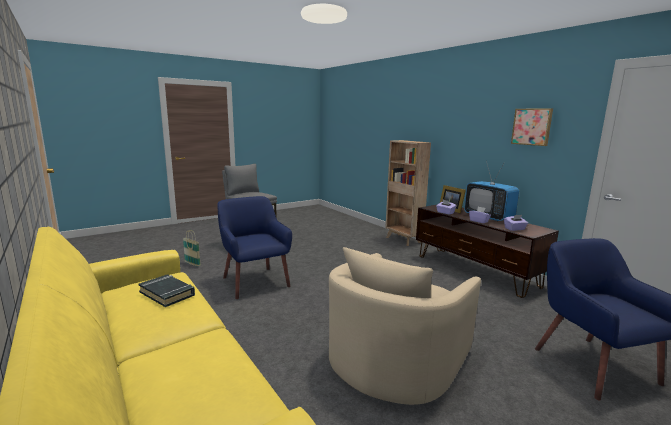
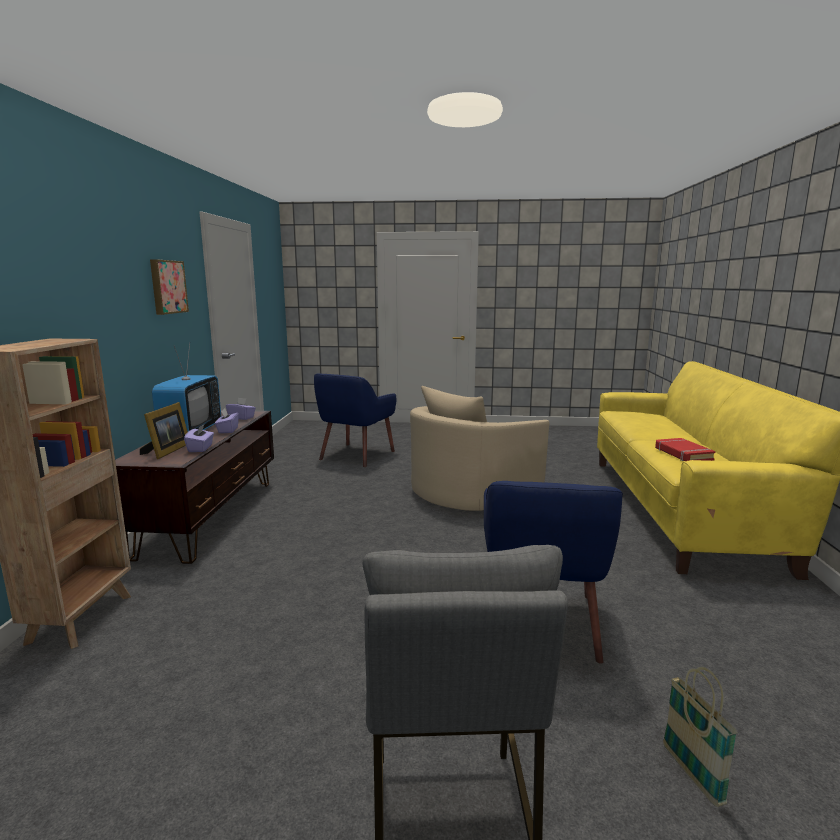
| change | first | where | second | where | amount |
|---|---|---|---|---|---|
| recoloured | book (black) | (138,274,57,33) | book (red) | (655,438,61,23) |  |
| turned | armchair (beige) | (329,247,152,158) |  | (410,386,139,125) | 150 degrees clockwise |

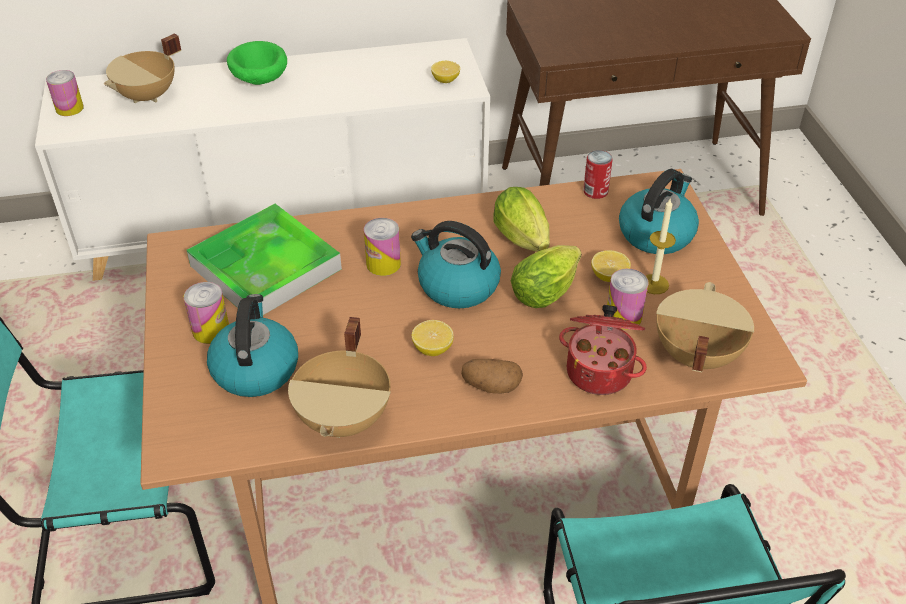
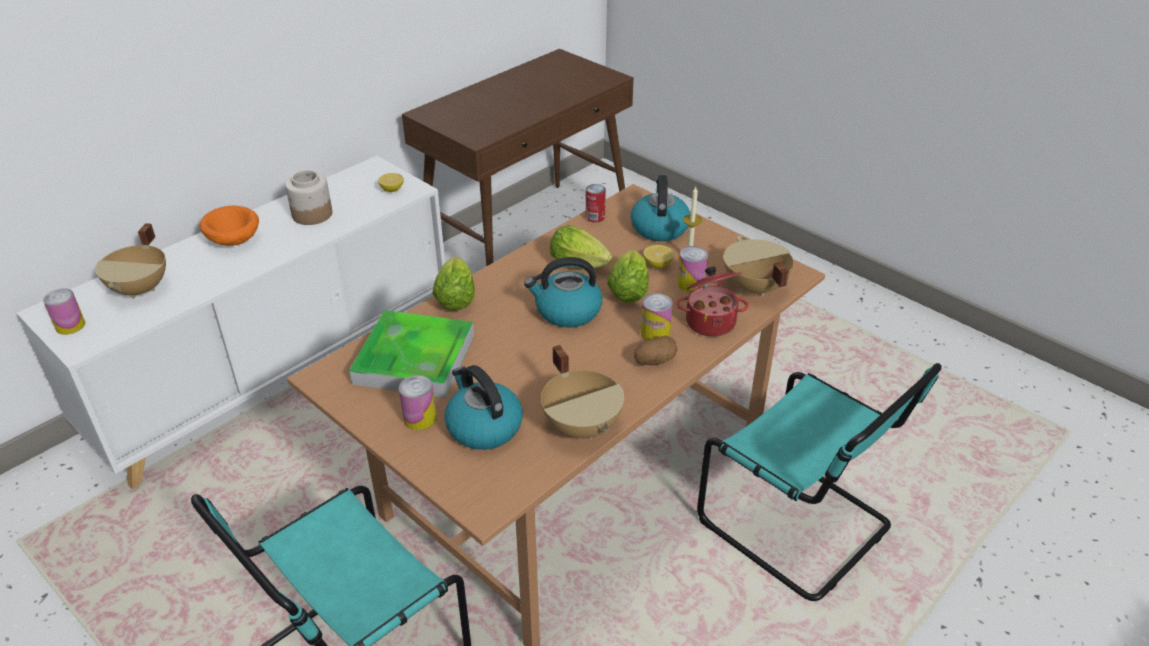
| change | first | where | second | where | amount |
|---|---|---|---|---|---|
| removed | lemon | (412,320,42,36) |  |  |  |
| added |  |  | jar | (285,170,47,55) |  |
| added |  |  | lettuce | (432,257,43,54) |  |
| moved | can | (364,218,37,58) |  | (641,293,32,48) |  |
| recoloured | bowl (green) | (227,41,60,44) | bowl (orange) | (200,206,59,40) |  |

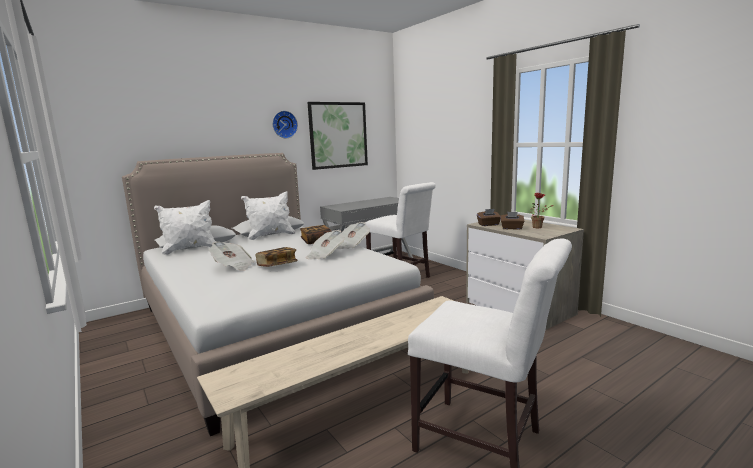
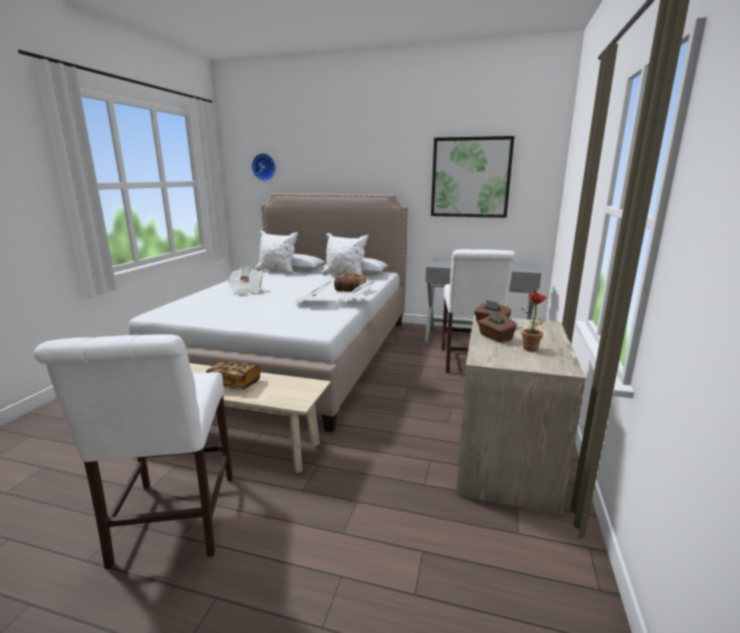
| change | first | where | second | where | amount |
|---|---|---|---|---|---|
| moved | book | (256,247,41,20) |  | (206,361,55,29) |  |
| moved | wall clock | (272,111,26,28) |  | (252,153,24,28) |  |

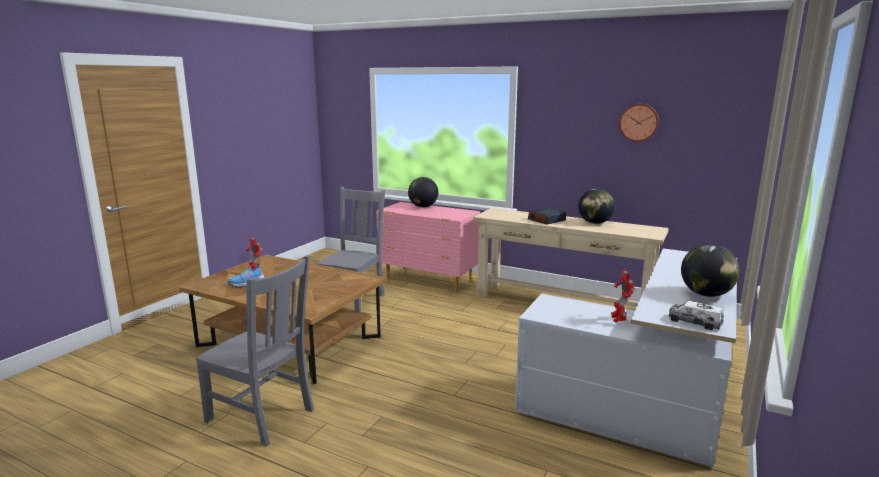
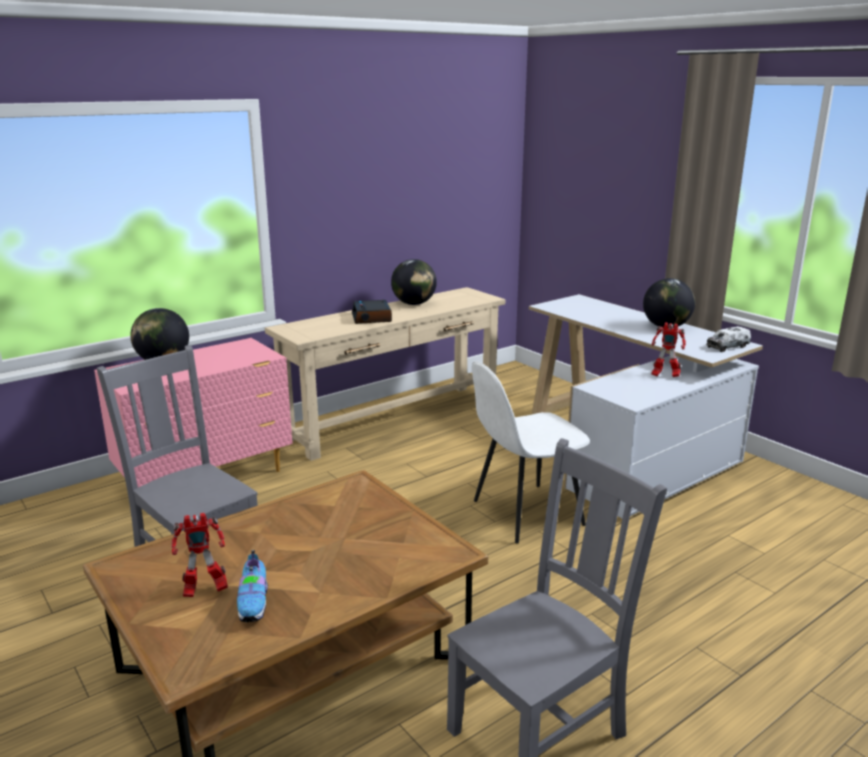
| change | first | where | second | where | amount |
|---|---|---|---|---|---|
| removed | wall clock | (619,104,40,38) |  |  |  |
| added |  |  | chair (white) | (472,361,118,182) |  |

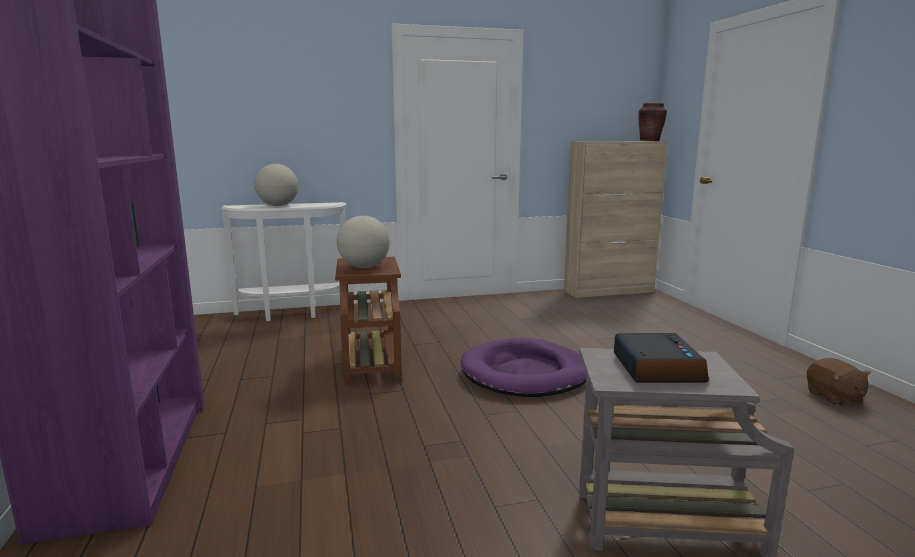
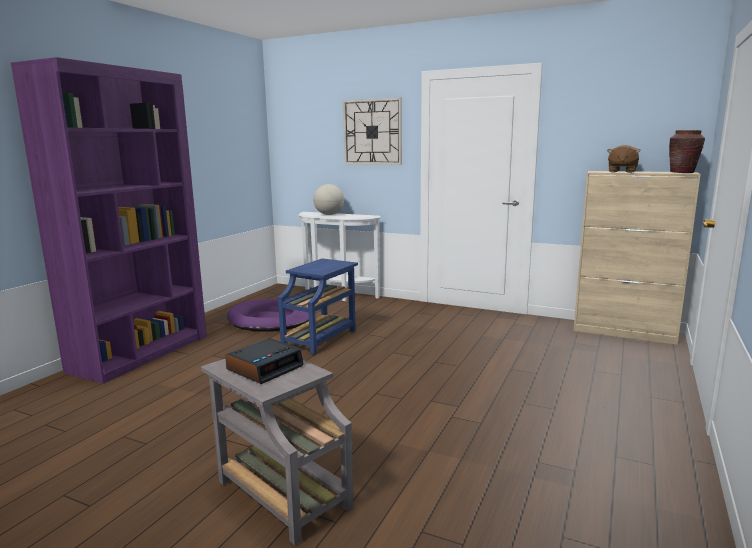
| change | first | where | second | where | amount |
|---|---|---|---|---|---|
| removed | globe | (337,216,53,52) |  |  |  |
| added |  |  | wall clock | (343,97,59,68) |  |
| moved | dog bed (purple) | (461,338,125,59) |  | (227,299,82,33) |  |
| moved | plush toy (brown) | (807,358,64,48) |  | (607,145,34,28) |  |
| recoloured | side table (brown) | (335,257,67,128) | side table (blue) | (278,258,80,97) |  |

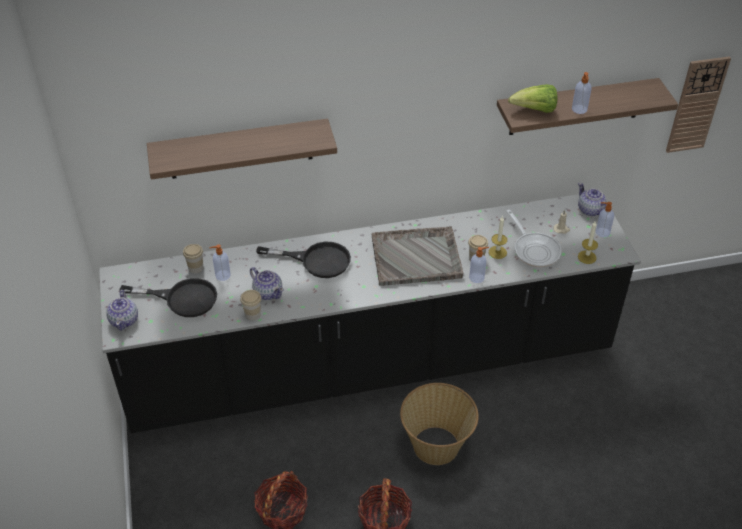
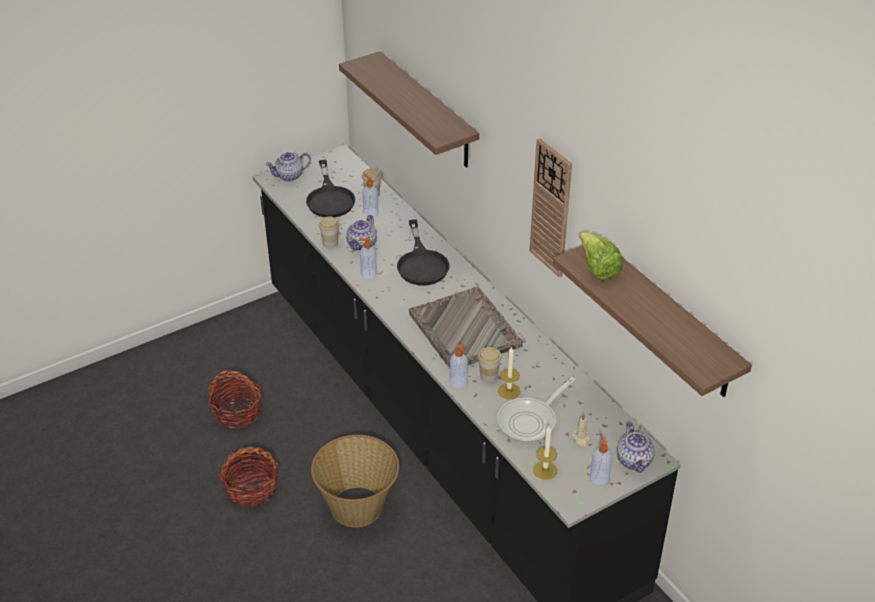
| change | first | where | second | where | amount |
|---|---|---|---|---|---|
| moved | soap dispenser | (572,72,20,42) |  | (358,237,19,42) |  |
| moved | wall clock | (666,56,65,97) |  | (530,138,42,139) |  |
| turned | teapot | (578,183,29,33) |  | (617,423,38,50) | 135 degrees clockwise |

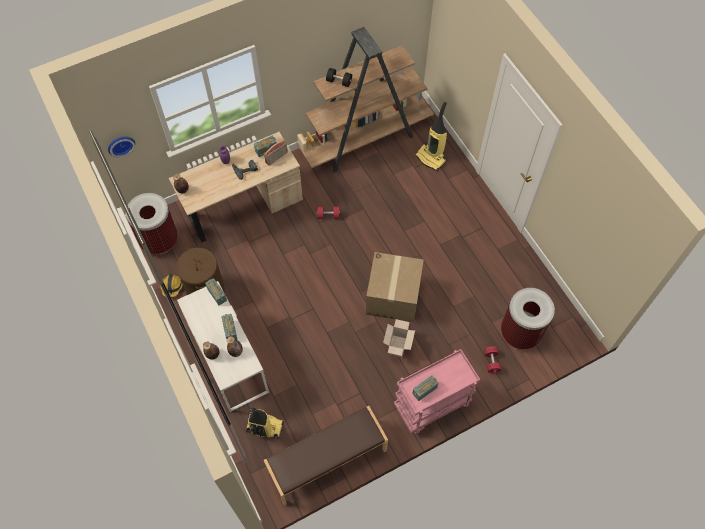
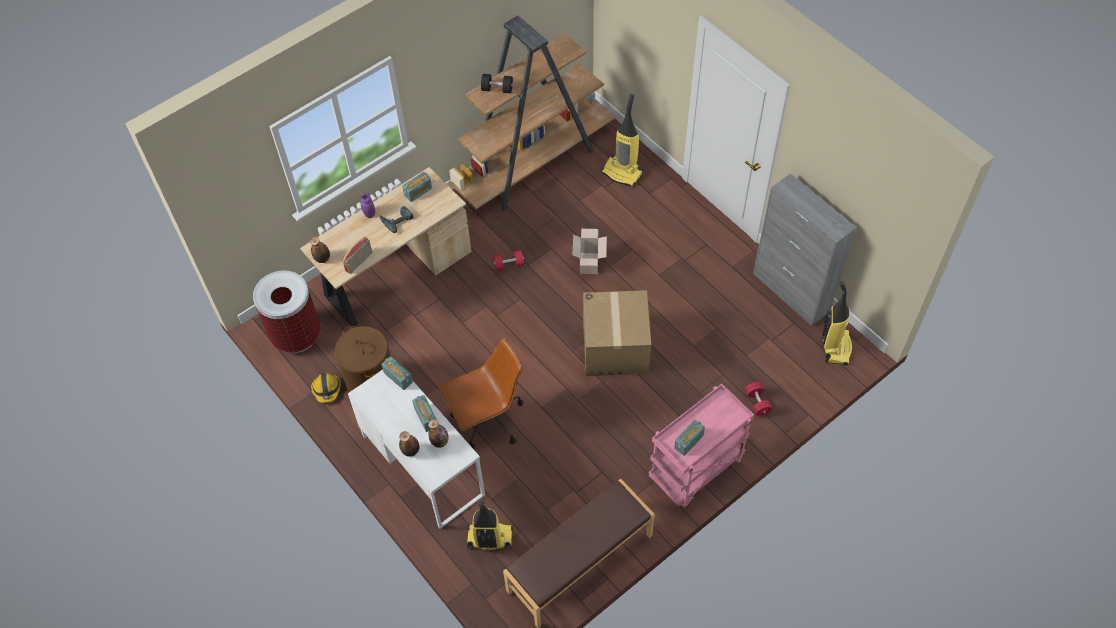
| change | first | where | second | where | amount |
|---|---|---|---|---|---|
| removed | wall clock | (108,137,27,20) |  |  |  |
| removed | trash can | (501,288,54,62) |  |  |  |
| added |  |  | office chair (brown) | (439,338,84,111) |  |
| added |  |  | cabinet (grey) | (753,173,103,153) |  |
| added |  |  | vacuum cleaner | (822,282,31,84) |  |
| moved | radio | (264,140,24,26) |  | (342,237,30,37) |  |
| moved | cardboard box | (383,319,32,38) |  | (572,229,35,45) |  |

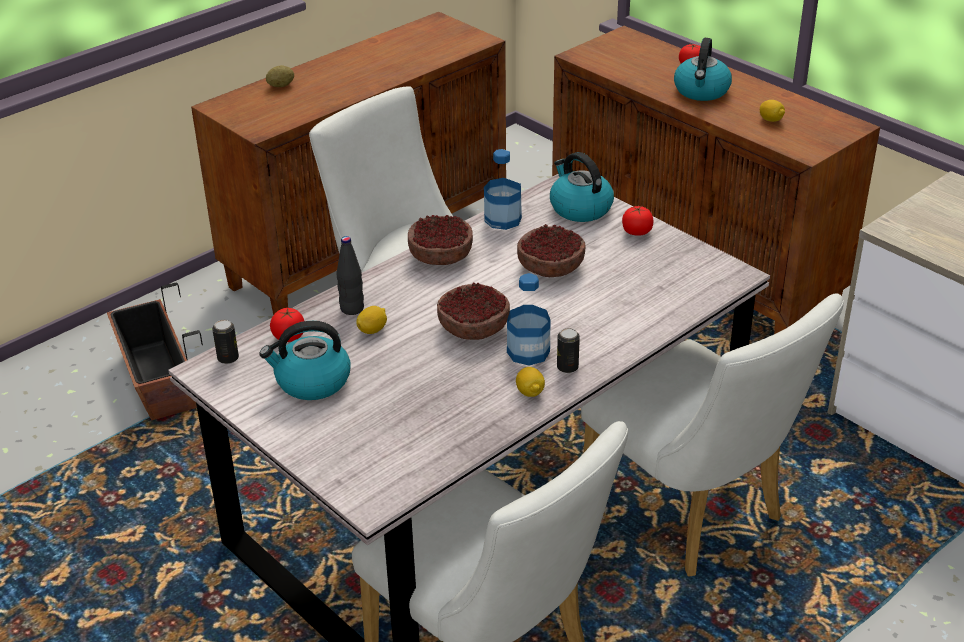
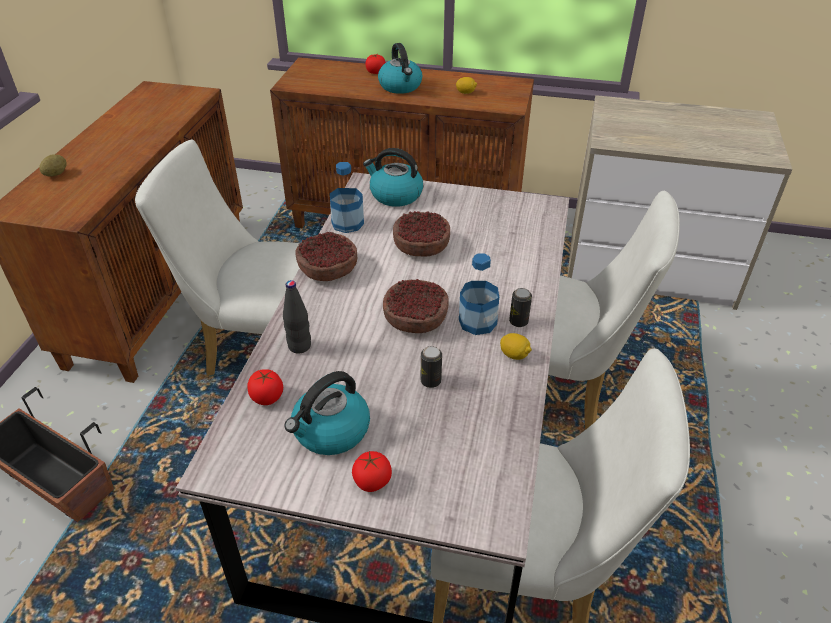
| change | first | where | second | where | amount |
|---|---|---|---|---|---|
| removed | lemon | (356,306,31,28) |  |  |  |
| moved | can | (212,320,27,44) |  | (421,346,21,42) |  |
| moved | tomato | (622,206,31,30) |  | (352,451,40,41) |  |

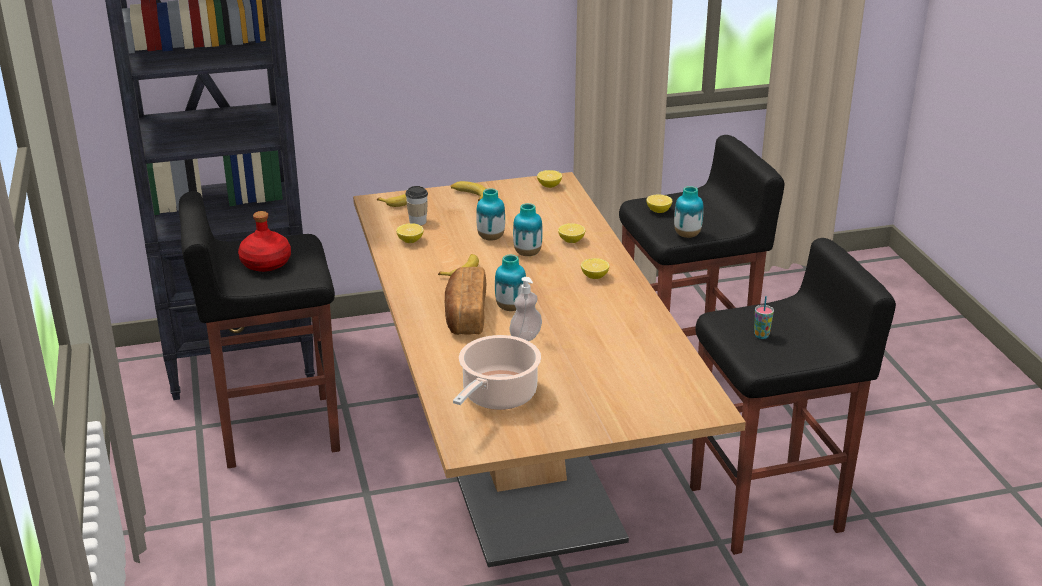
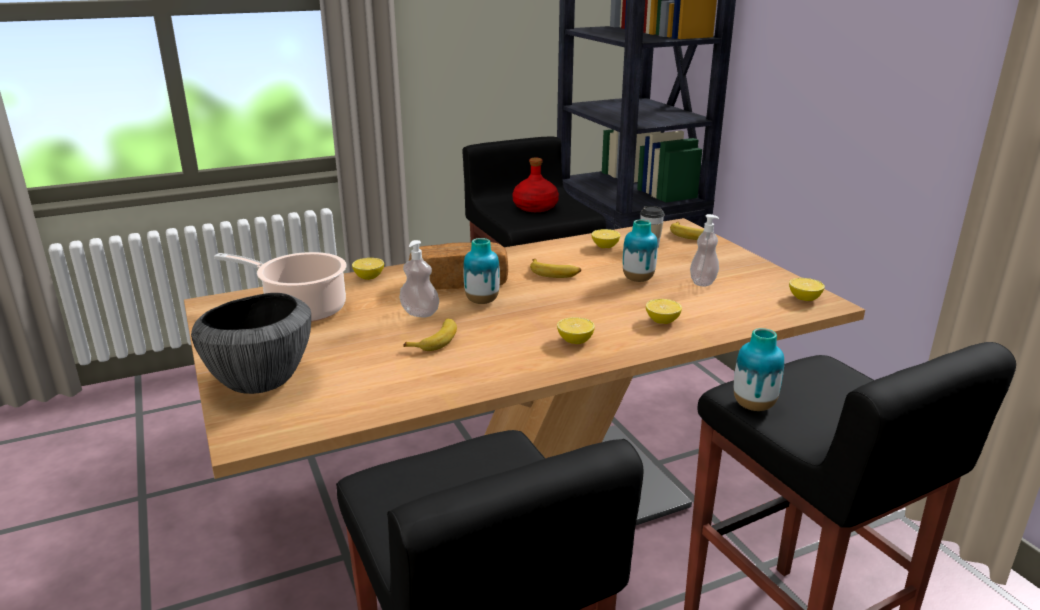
| change | first | where | second | where | amount |
|---|---|---|---|---|---|
| removed | vase | (513,203,30,53) |  |  |  |
| removed | cup | (754,296,20,43) |  |  |  |
| added |  |  | bowl | (191,293,120,101) |  |
| added |  |  | soap dispenser | (690,214,29,72) |  |
| moved | banana | (451,181,35,20) |  | (403,318,54,33) |  |
| moved | lemon | (646,195,26,18) |  | (352,258,32,22) |  |

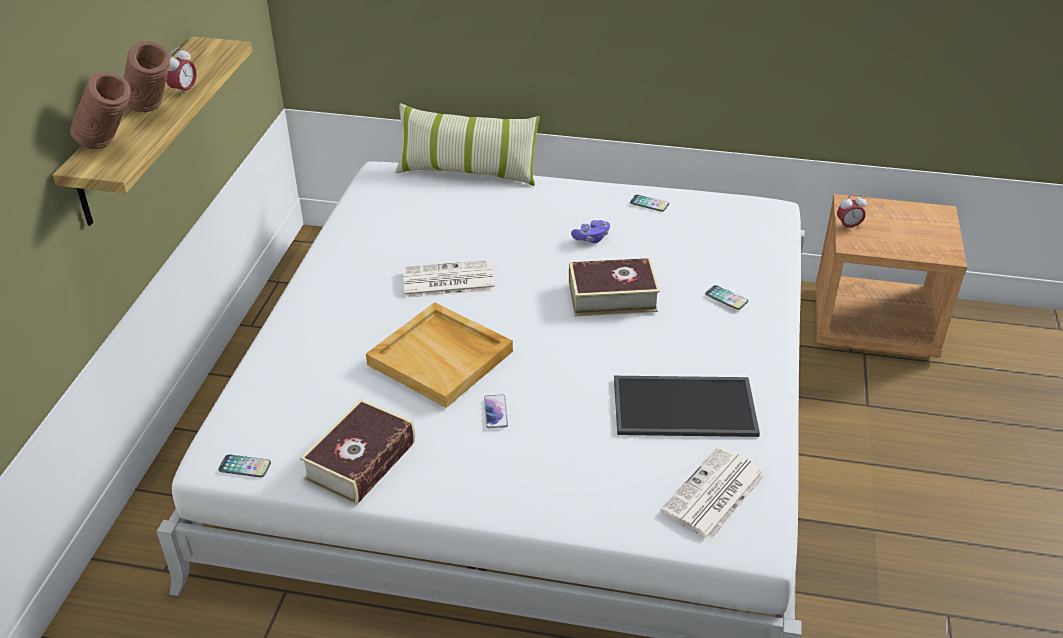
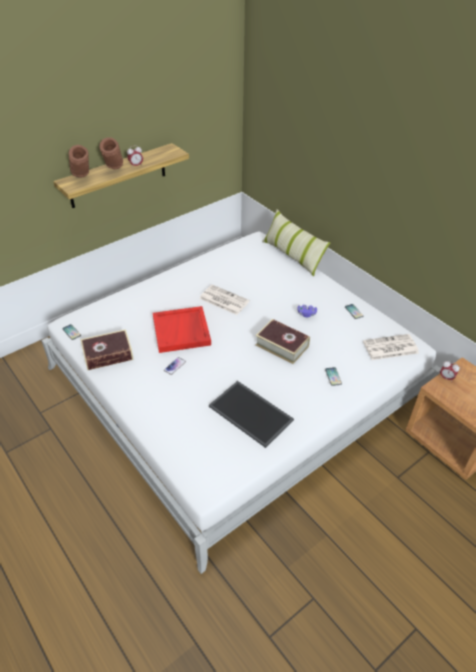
| change | first | where | second | where | amount |
|---|---|---|---|---|---|
| moved | newspaper | (660,446,107,95) |  | (363,334,56,26) |  |
| recoloured | tray (beige) | (366,302,147,106) | tray (red) | (153,306,58,47) |  |

